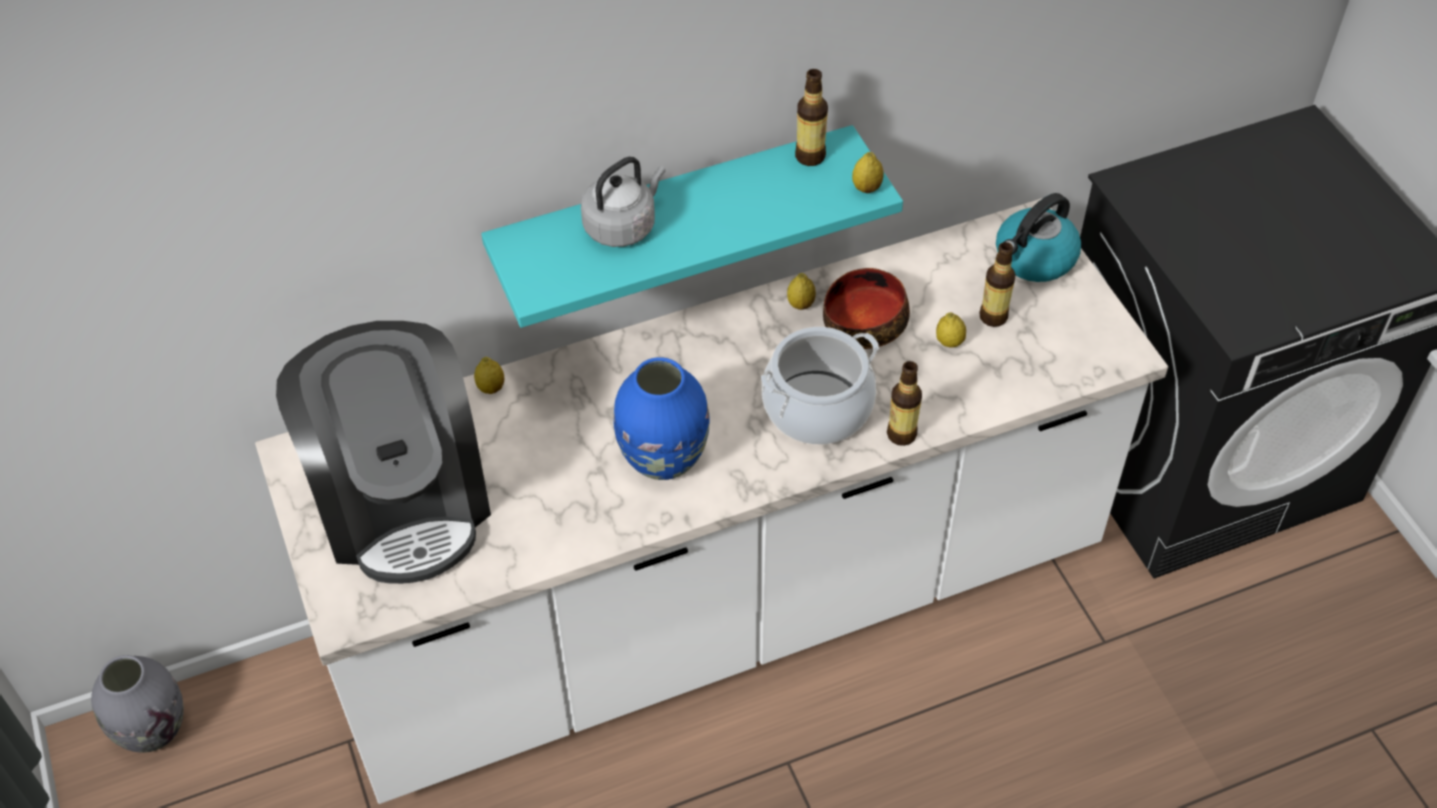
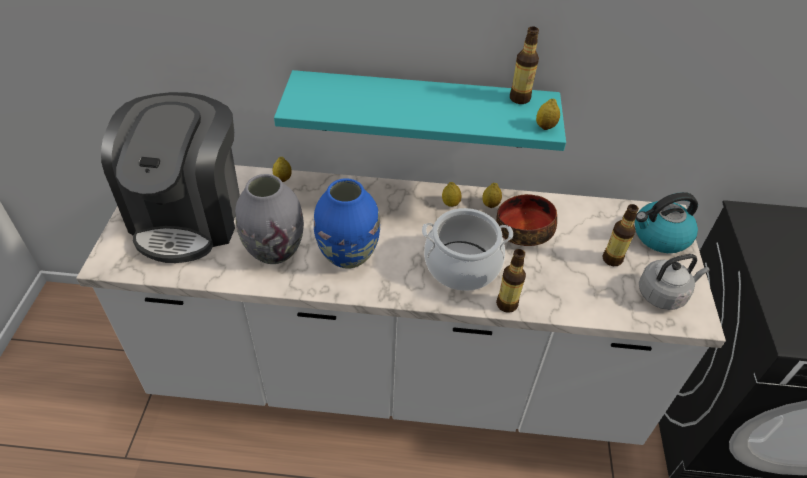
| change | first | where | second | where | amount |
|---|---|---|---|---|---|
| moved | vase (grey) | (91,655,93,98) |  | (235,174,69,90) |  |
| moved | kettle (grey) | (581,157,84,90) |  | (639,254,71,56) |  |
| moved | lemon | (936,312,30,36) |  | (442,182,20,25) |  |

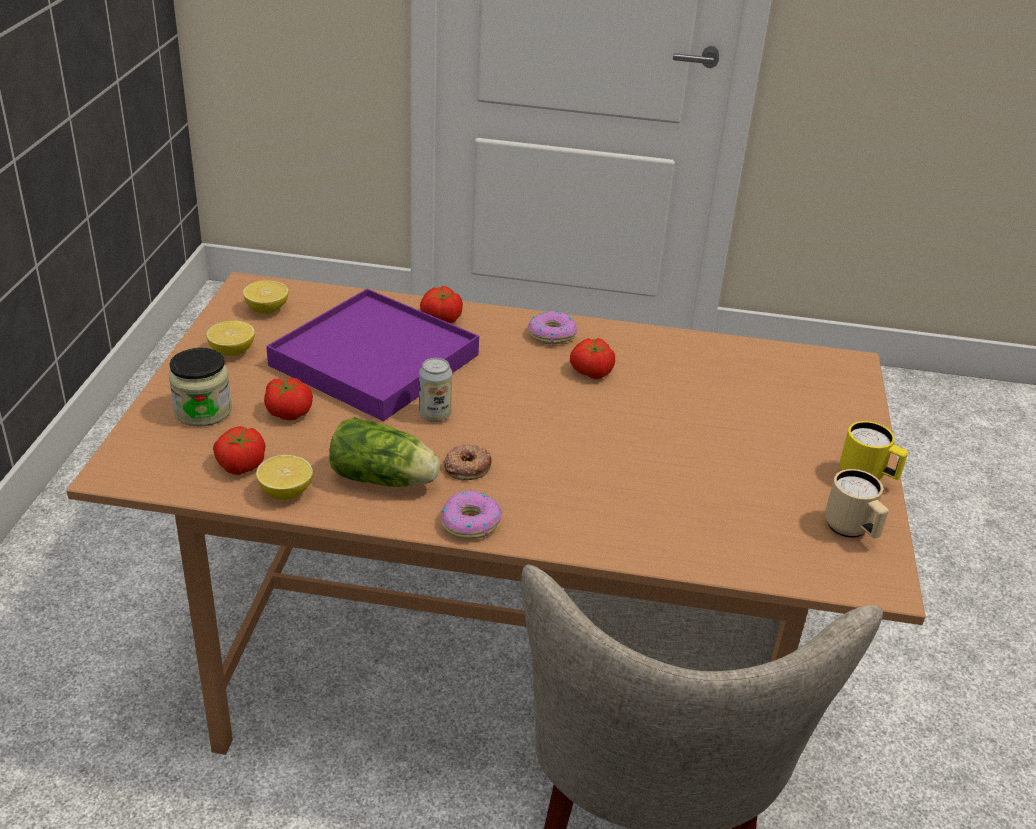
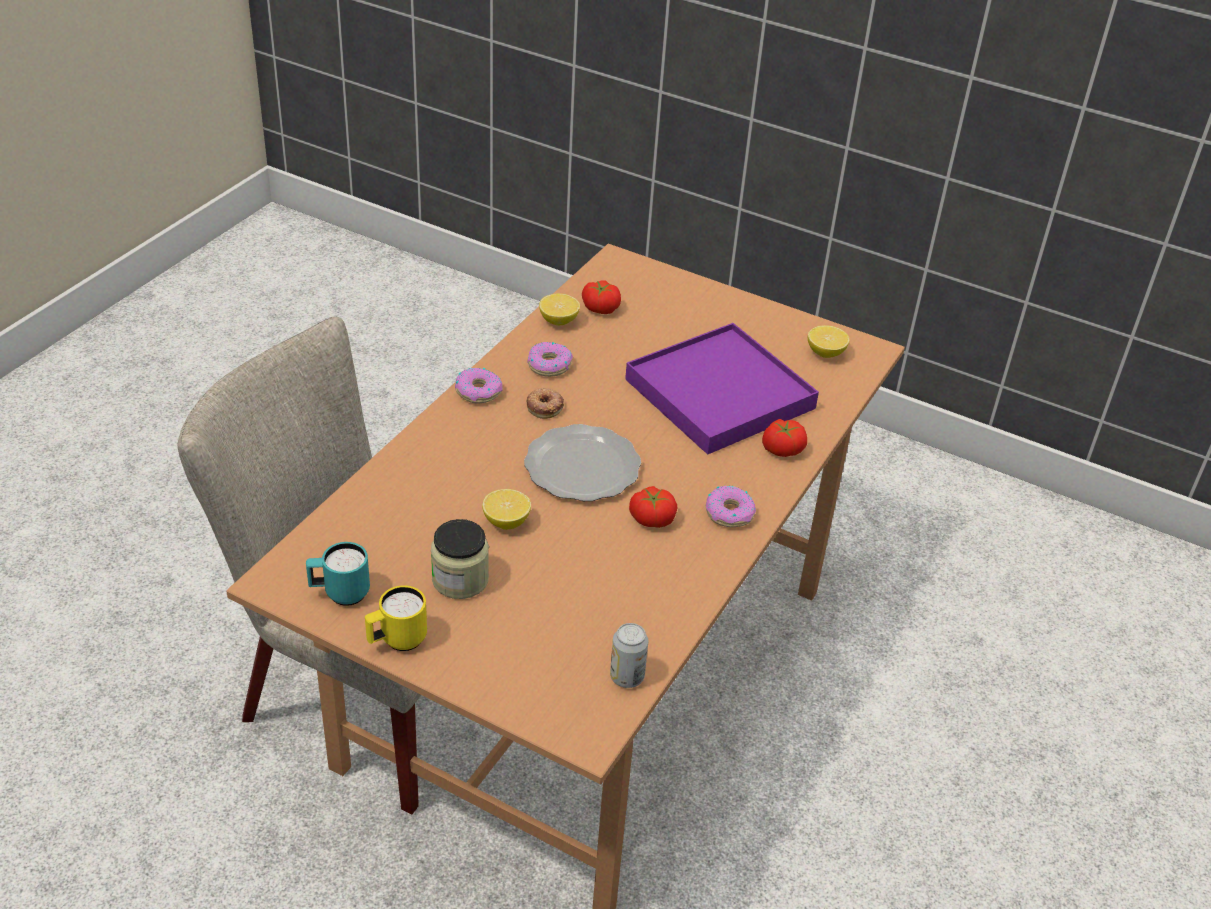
| change | first | where | second | where | amount |
|---|---|---|---|---|---|
| removed | tomato | (264,377,49,43) |  |  |  |
| added |  |  | plate | (524,424,117,77) |  |
| moved | jar | (169,348,63,79) |  | (431,519,58,80) |  |
| moved | lemon | (206,321,49,35) |  | (482,489,49,41) |  |
| moved | can | (419,358,33,64) |  | (610,623,38,65) |  |
| replaced | lettuce | (329,417,111,70) | donut | (527,342,46,35) |  |
| recoloured | mug (beige) | (825,469,64,70) | mug (turquoise) | (306,542,64,64) |  |

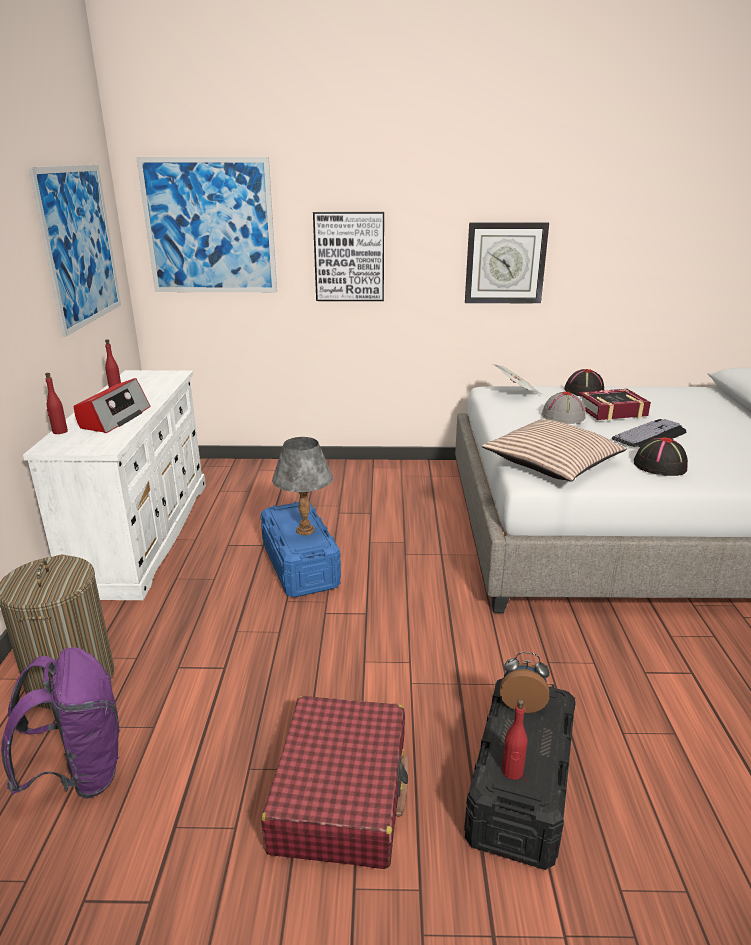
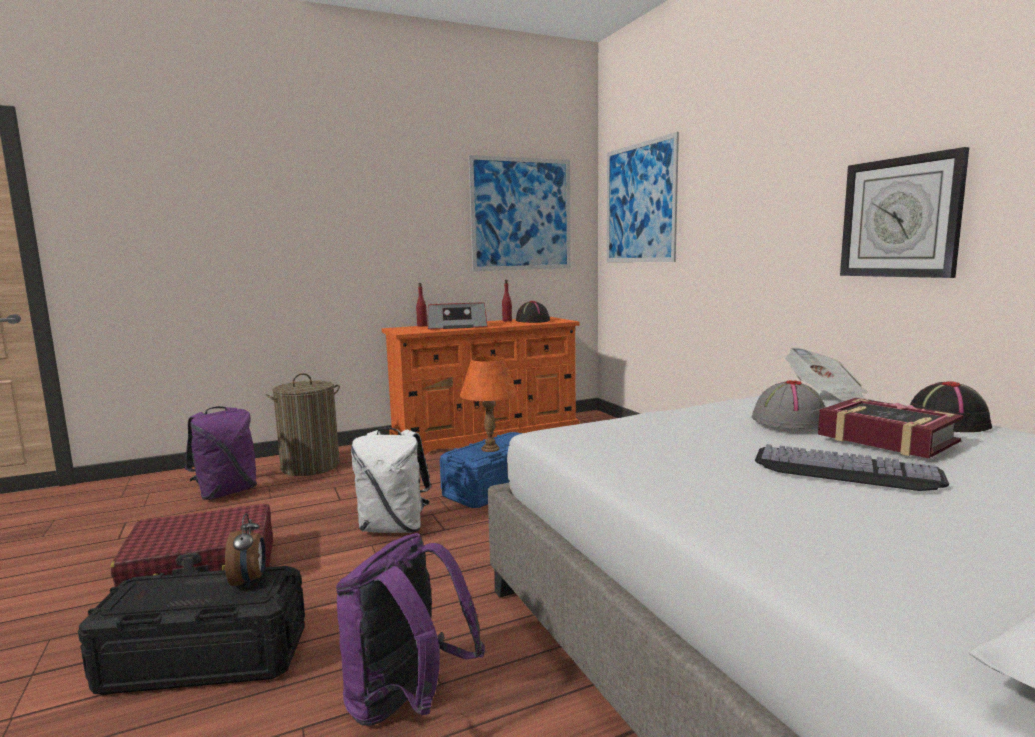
| change | first | where | second | where | amount |
|---|---|---|---|---|---|
| removed | picture | (313,212,71,89) |  |  |  |
| removed | pillow | (482,419,145,63) |  |  |  |
| removed | bottle (red) | (502,699,25,81) |  |  |  |
| added |  |  | backpack (purple) | (336,533,149,193) |  |
| added |  |  | backpack (white) | (351,428,80,105) |  |
| moved | hat (black) | (634,437,54,39) |  | (516,301,34,22) |  |
| recoloured | dresser (white) | (23,370,183,230) | dresser (orange) | (382,317,198,138) |  |
| recoloured | table lamp (grey) | (272,437,61,98) | table lamp (orange) | (460,356,58,96) |  |

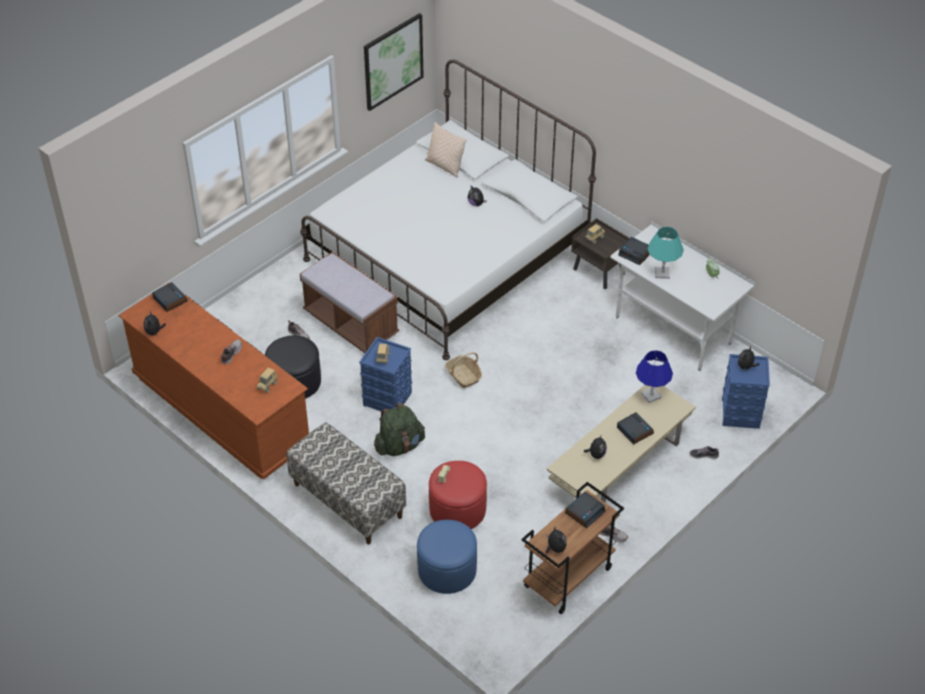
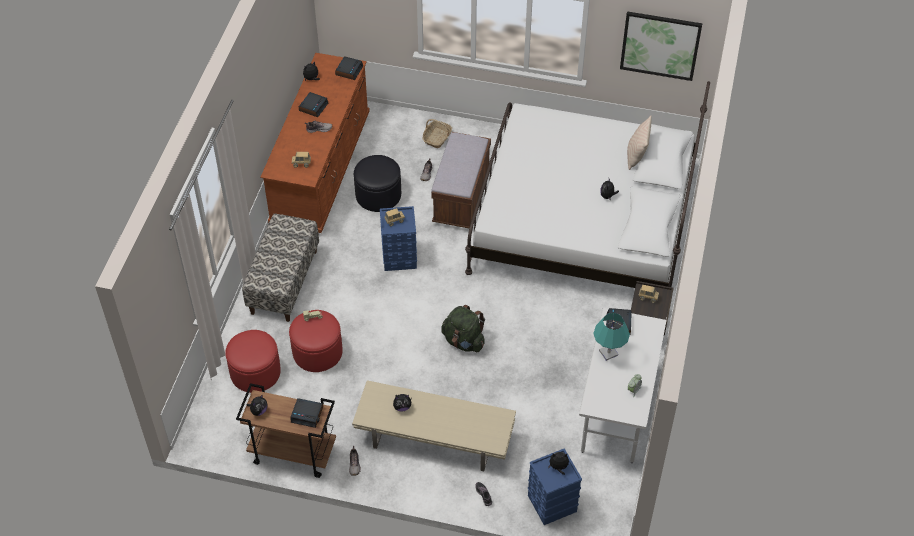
| change | first | where | second | where | amount |
|---|---|---|---|---|---|
| removed | table lamp (blue) | (636,350,37,53) |  |  |  |
| moved | backpack (green) | (374,403,51,53) |  | (441,305,44,47) |  |
| moved | basket | (445,352,37,36) |  | (423,119,29,29) |  |
| moved | alarm clock | (617,412,37,32) |  | (299,92,29,25) |  |
| recoloured | ottoman (blue) | (417,520,60,74) | ottoman (red) | (225,330,56,63) |  |

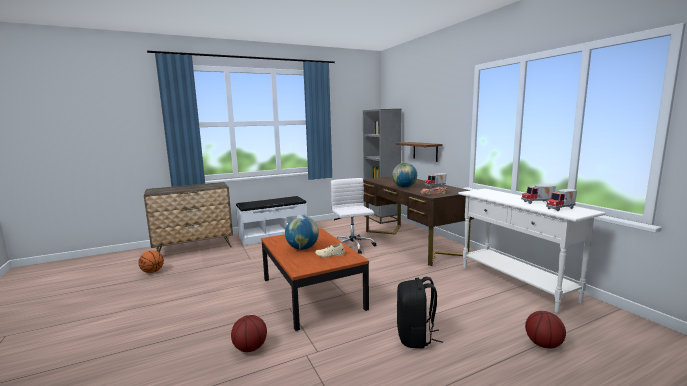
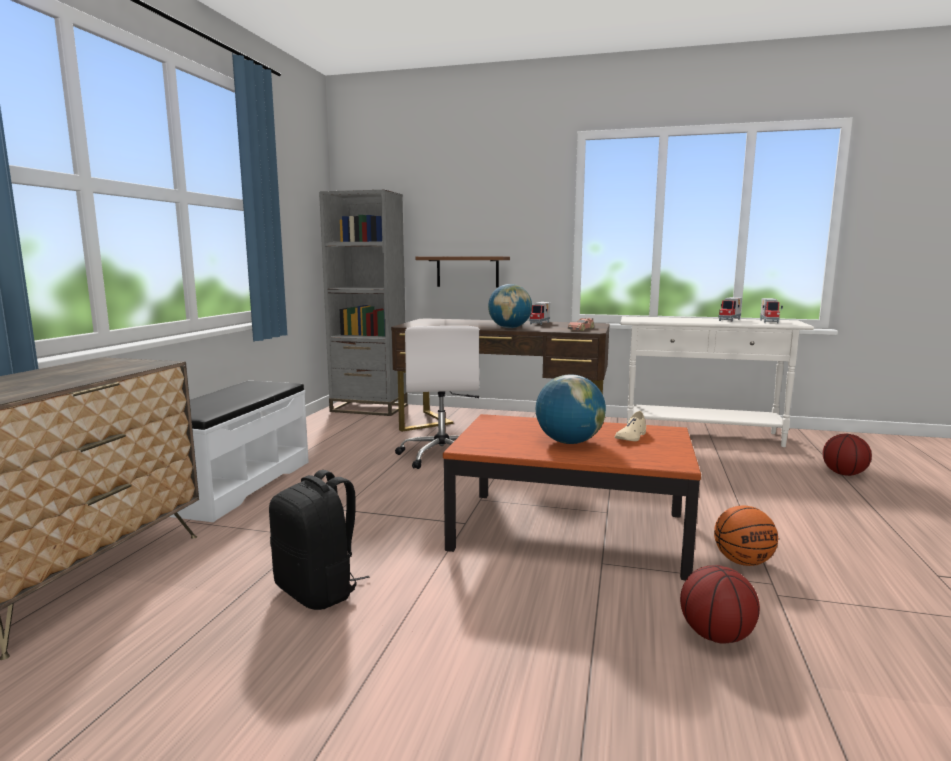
| change | first | where | second | where | amount |
|---|---|---|---|---|---|
| moved | basketball | (138,251,26,22) |  | (714,505,64,61) |  |
| moved | backpack (black) | (397,277,46,72) |  | (269,470,101,140) |  |
| turned | office chair (white) | (331,178,45,75) |  | (395,326,84,143) | 120 degrees counterclockwise |

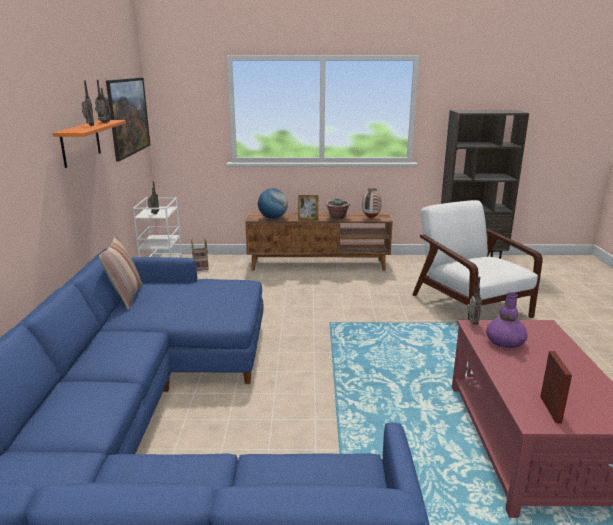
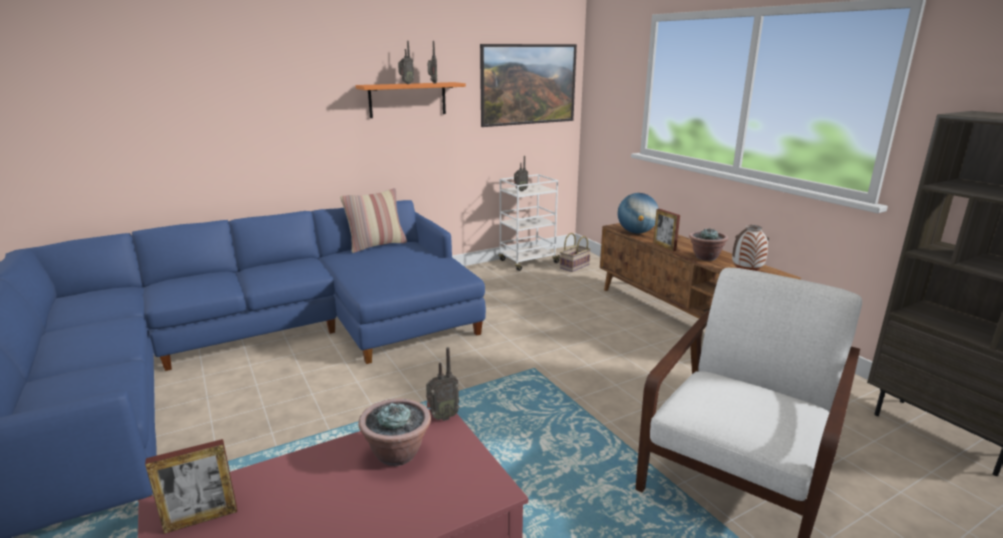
| change | first | where | second | where | amount |
|---|---|---|---|---|---|
| replaced | vase (purple) | (486,292,41,56) | potted plant | (359,399,72,67) |  |

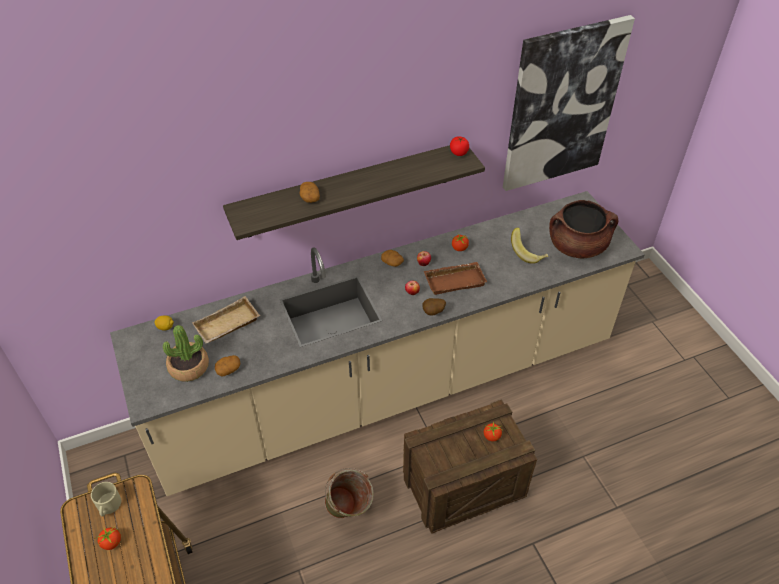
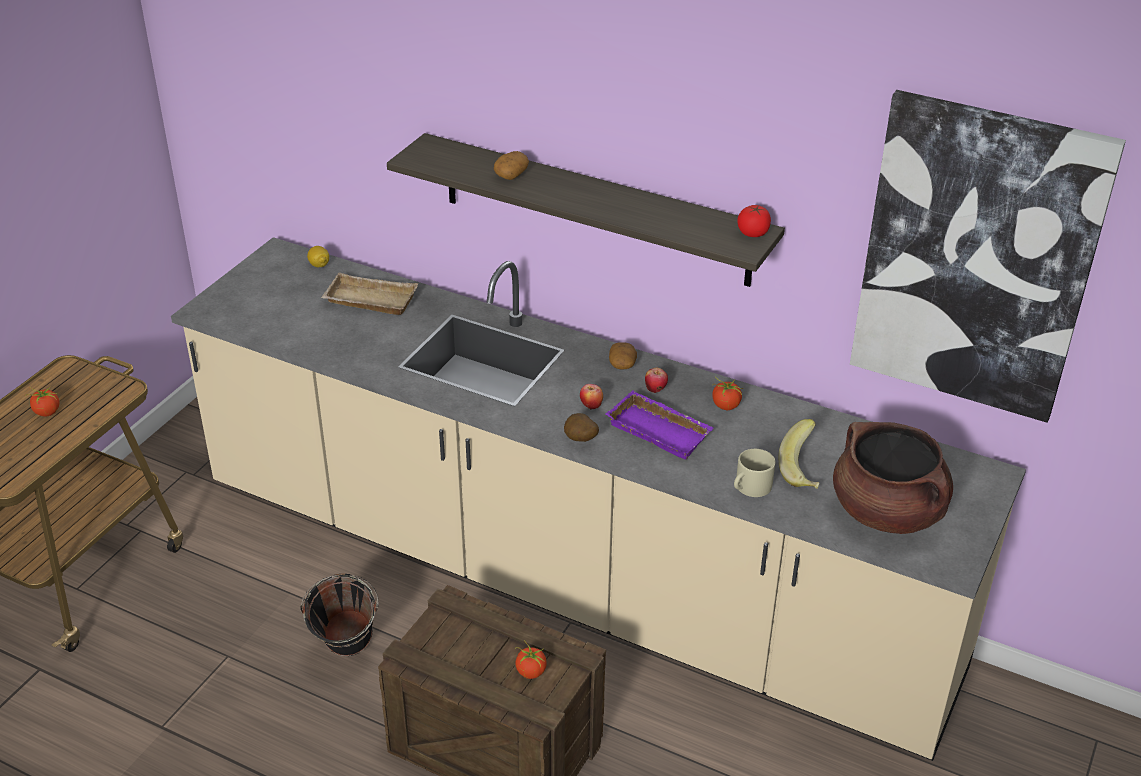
| change | first | where | second | where | amount |
|---|---|---|---|---|---|
| removed | potted plant | (163,325,46,57) |  |  |  |
| removed | potato | (215,355,26,21) |  |  |  |
| moved | mug (beige) | (91,482,30,34) |  | (734,449,41,48) |  |
| recoloured | bucket (green) | (325,468,49,50) | bucket (black) | (300,574,79,82) |  |
| recoloured | tray (brown) | (424,262,63,33) | tray (purple) | (605,390,109,69) |  |

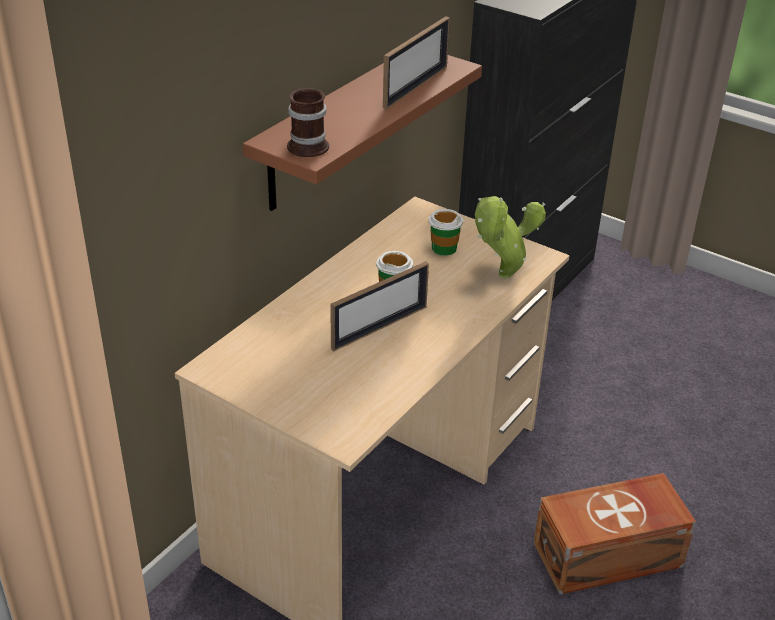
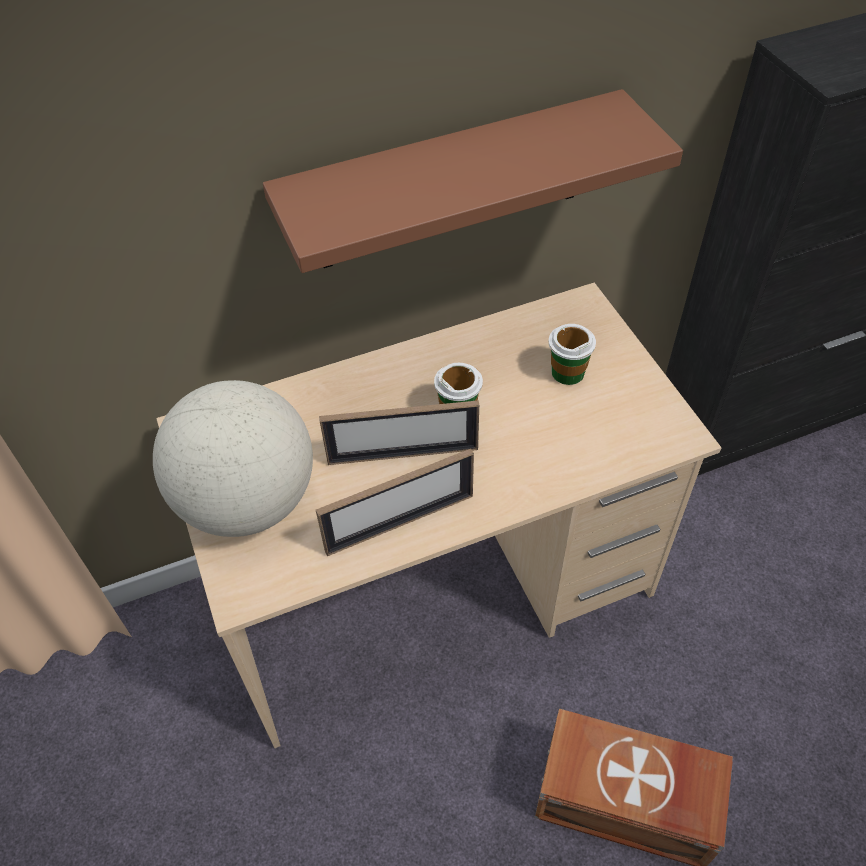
| change | first | where | second | where | amount |
|---|---|---|---|---|---|
| removed | mug | (287,88,42,69) |  |  |  |
| removed | potted plant | (475,196,71,82) |  |  |  |
| added |  |  | globe | (153,380,160,157) |  |
| moved | picture frame | (383,16,67,93) |  | (316,449,158,107) |  |

